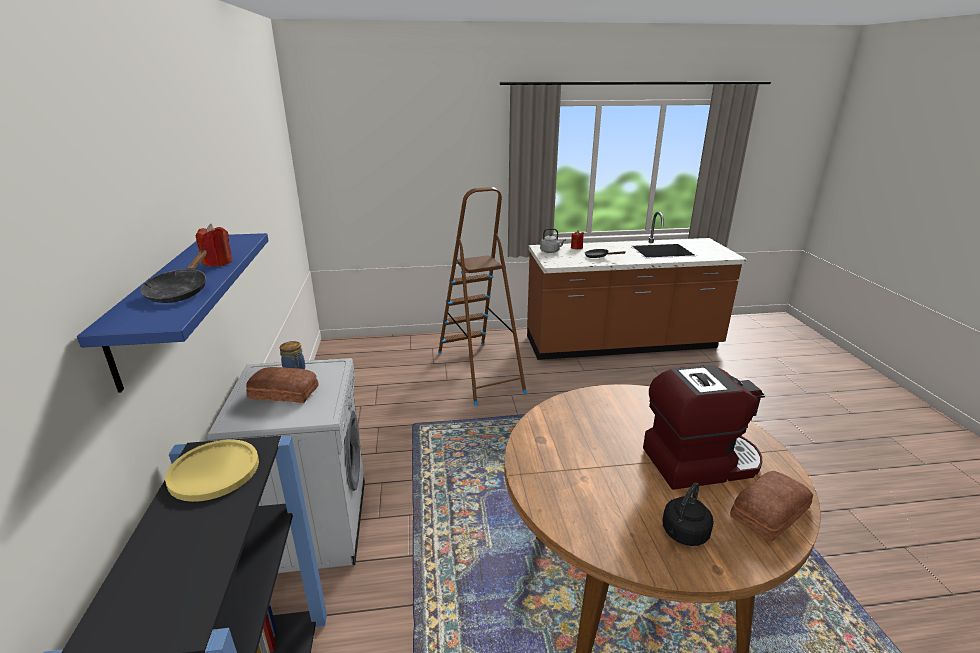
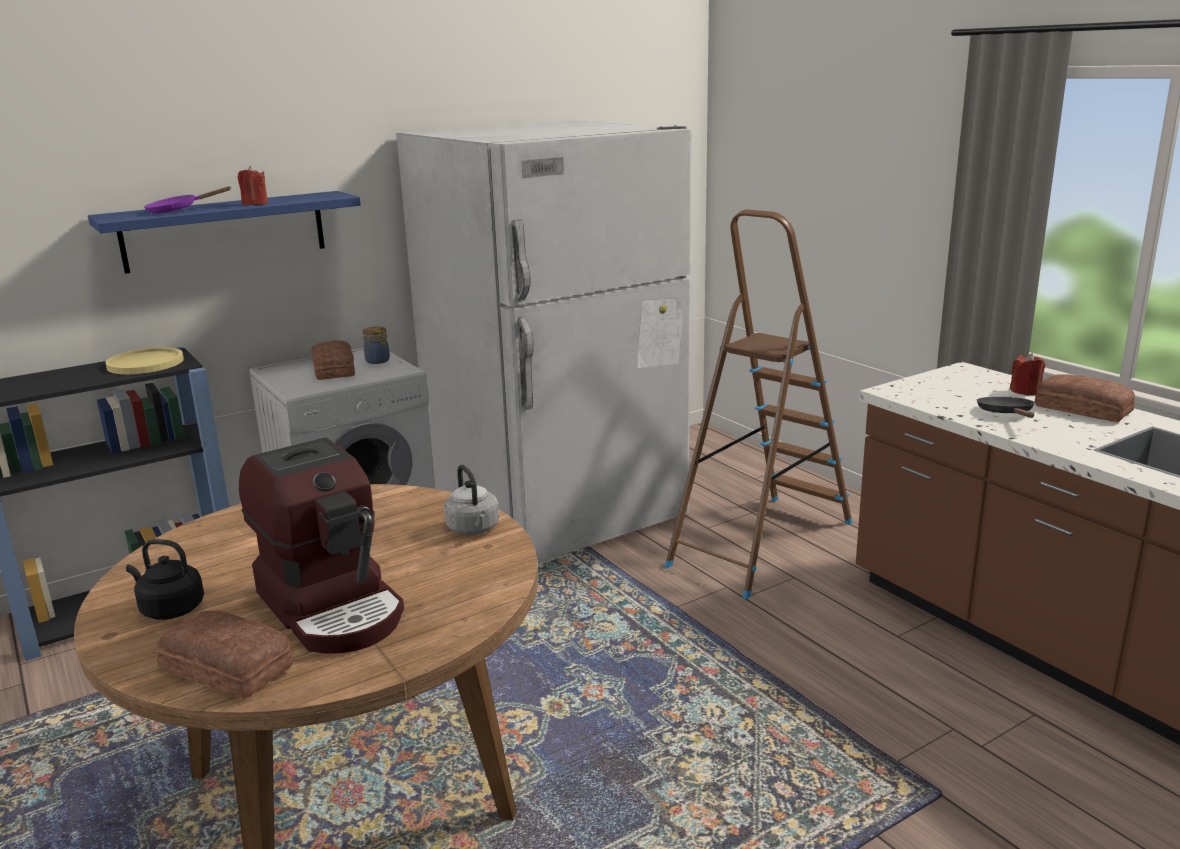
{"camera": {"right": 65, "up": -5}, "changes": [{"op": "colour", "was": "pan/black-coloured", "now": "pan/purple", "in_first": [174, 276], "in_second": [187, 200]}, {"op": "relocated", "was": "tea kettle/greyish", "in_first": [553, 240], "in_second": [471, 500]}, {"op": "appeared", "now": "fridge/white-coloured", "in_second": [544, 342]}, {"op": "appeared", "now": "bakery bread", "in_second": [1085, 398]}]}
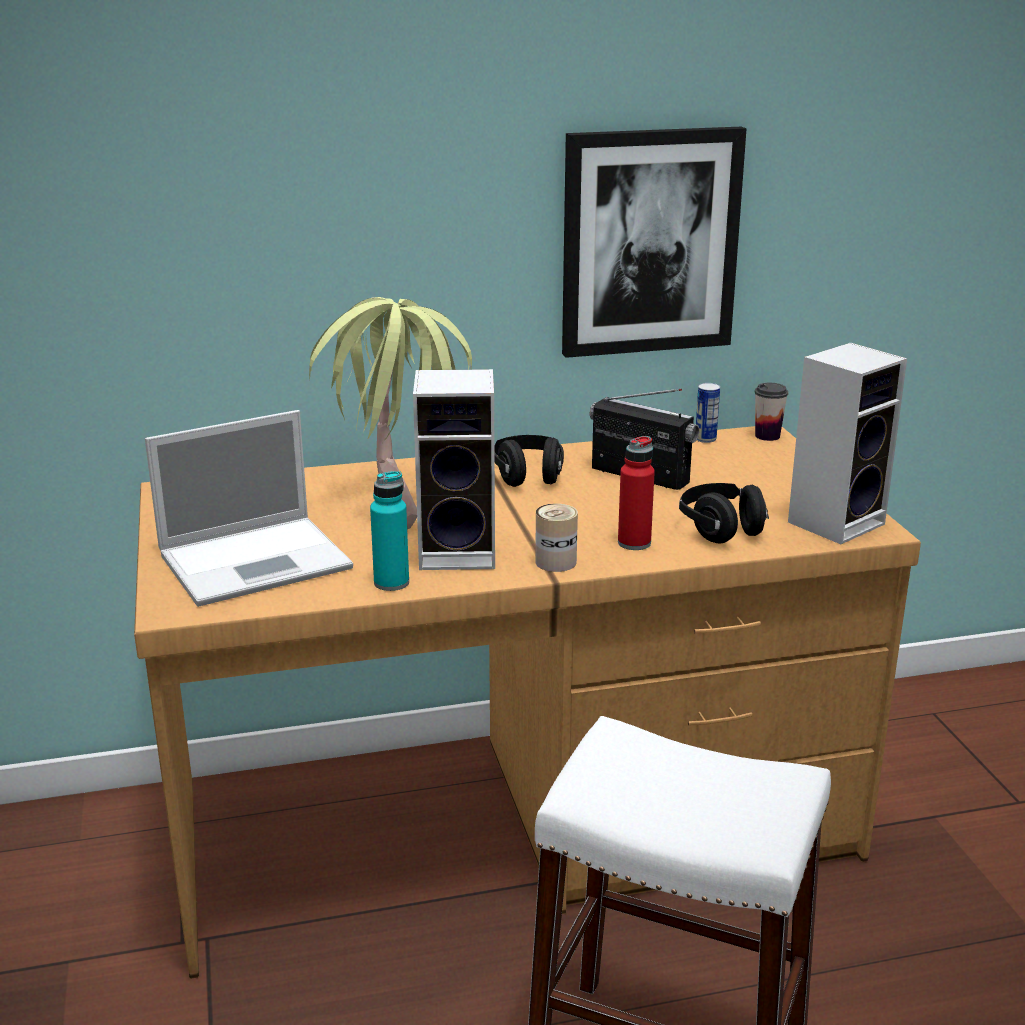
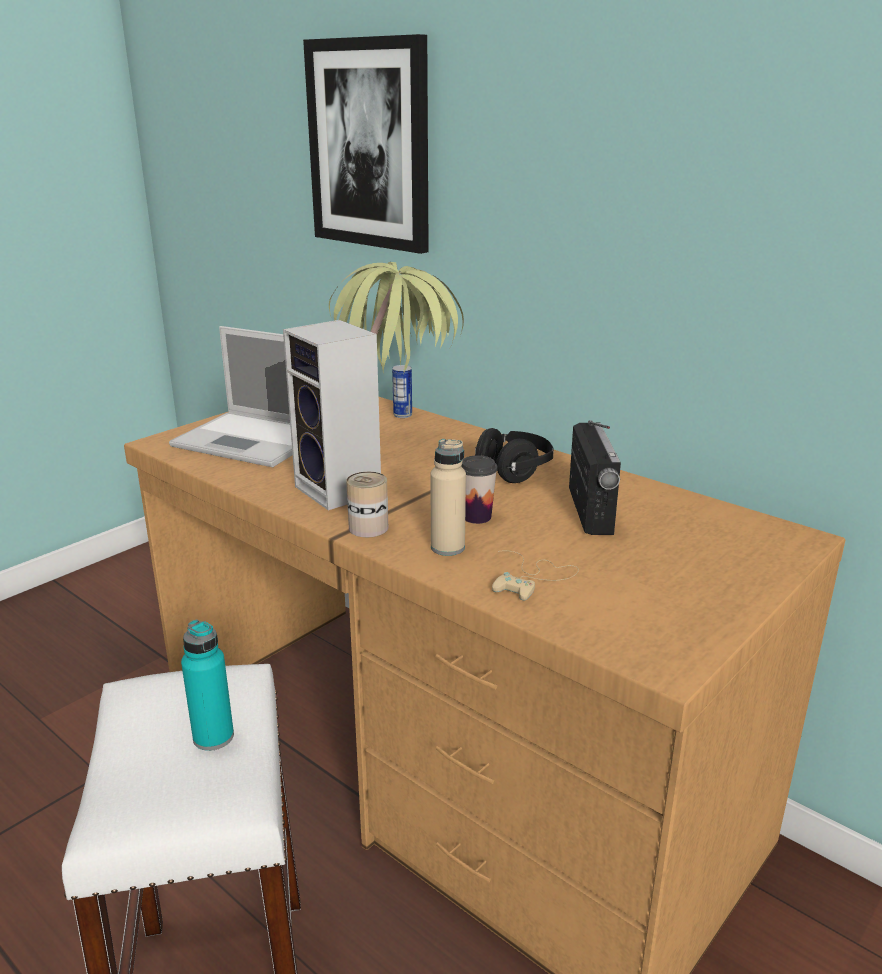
{"camera": {"right": 55, "up": 0}, "changes": [{"op": "relocated", "was": "drink bottle/turquoise", "in_first": [389, 531], "in_second": [207, 685]}, {"op": "relocated", "was": "wall art", "in_first": [654, 242], "in_second": [366, 144]}, {"op": "colour", "was": "drink bottle/reddish", "now": "drink bottle/beige", "in_first": [636, 493], "in_second": [448, 497]}, {"op": "exchanged", "was": "headphones/black-coloured", "now": "game controller/beige", "in_first": [724, 513], "in_second": [535, 575]}, {"op": "relocated", "was": "metal can", "in_first": [708, 413], "in_second": [402, 391]}, {"op": "relocated", "was": "cup", "in_first": [771, 412], "in_second": [479, 489]}, {"op": "missing", "was": "loudspeaker", "in_first": [847, 443]}]}
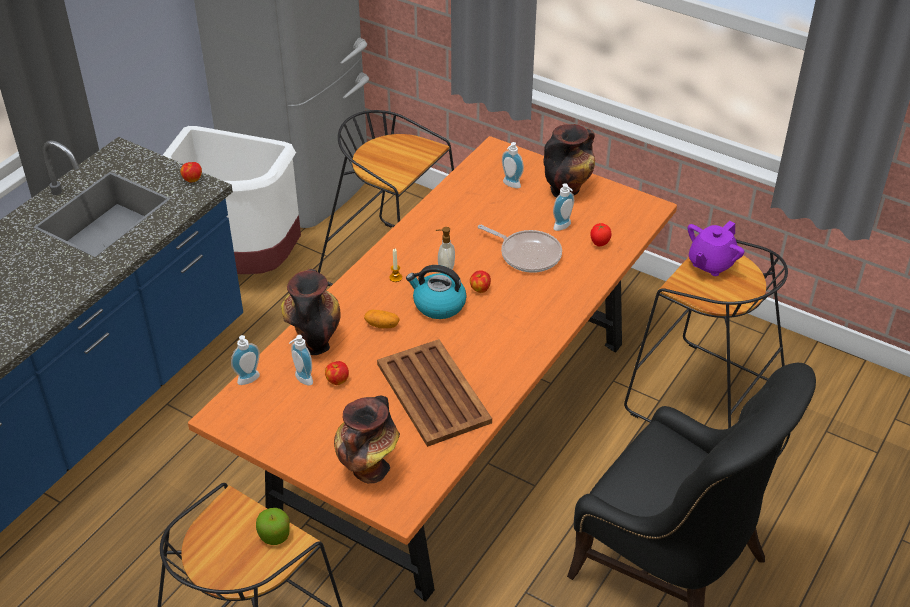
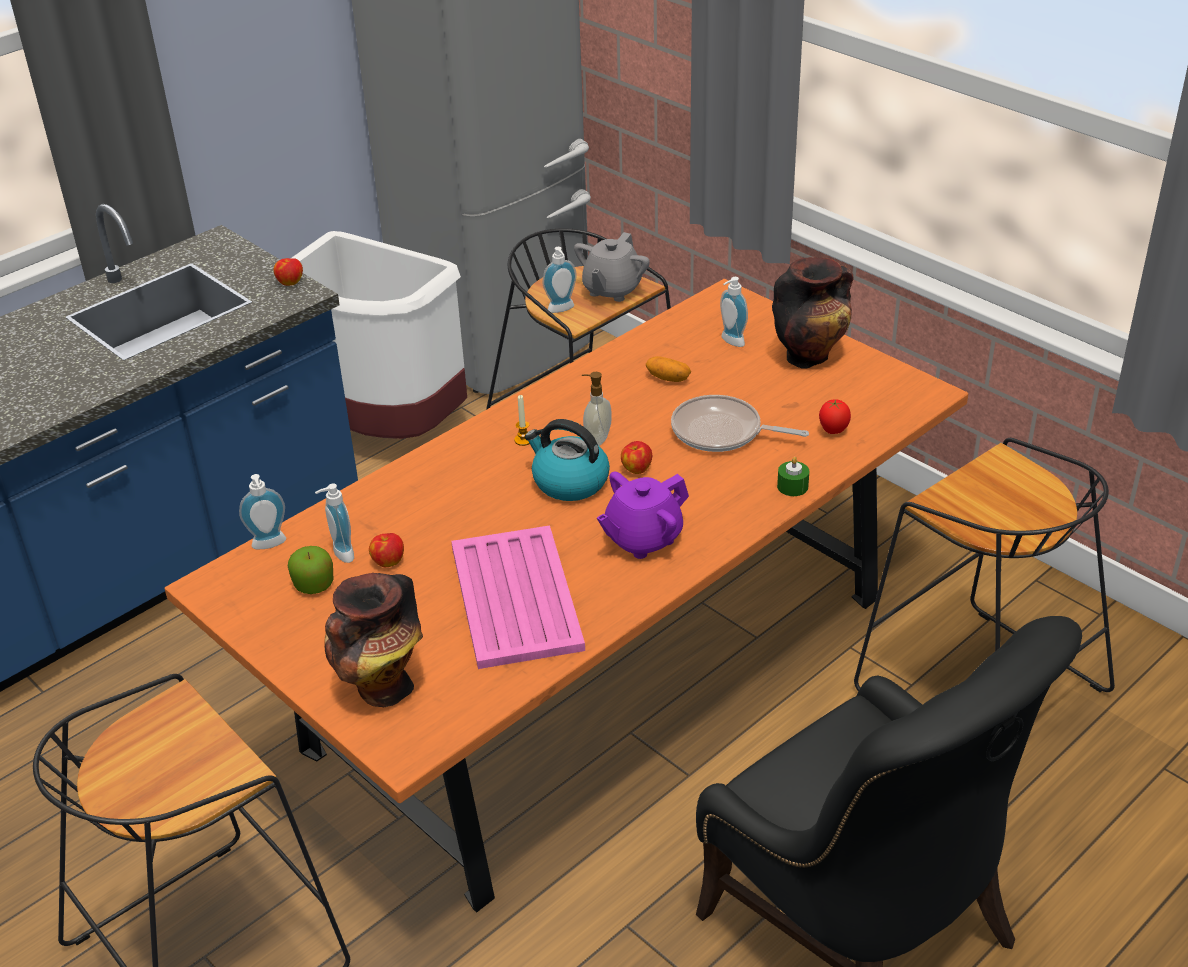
{"camera": {"right": 15, "up": -5}, "changes": [{"op": "relocated", "was": "apple", "in_first": [273, 526], "in_second": [311, 570]}, {"op": "missing", "was": "vase", "in_first": [311, 312]}, {"op": "relocated", "was": "spud", "in_first": [382, 319], "in_second": [668, 369]}, {"op": "colour", "was": "serving tray/brown", "now": "serving tray/pinkish", "in_first": [434, 393], "in_second": [518, 597]}, {"op": "spun", "was": "pan", "in_first": [520, 249], "in_second": [740, 423], "clockwise": 150}, {"op": "relocated", "was": "liquid soap bottle", "in_first": [563, 207], "in_second": [559, 280]}, {"op": "relocated", "was": "pot for tea/purple", "in_first": [716, 248], "in_second": [643, 515]}, {"op": "appeared", "now": "pot for tea/greyish", "in_second": [612, 267]}, {"op": "appeared", "now": "wax light/green-coloured", "in_second": [793, 476]}]}
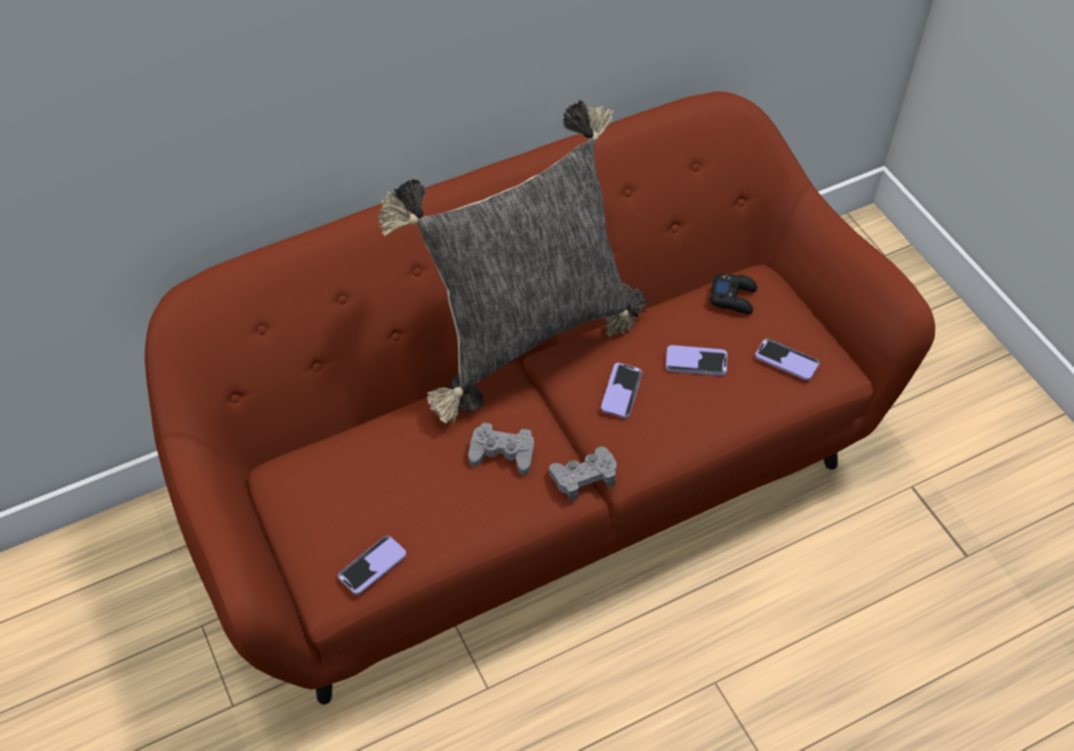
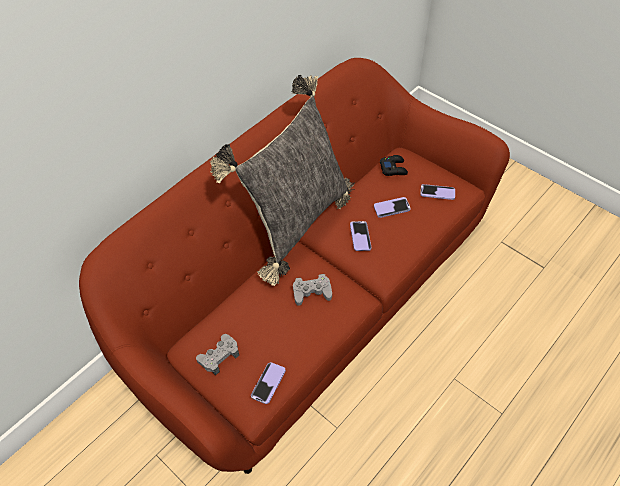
{"camera": {"right": -20, "up": 0}, "changes": [{"op": "relocated", "was": "game controller/greyish", "in_first": [583, 474], "in_second": [217, 354]}]}
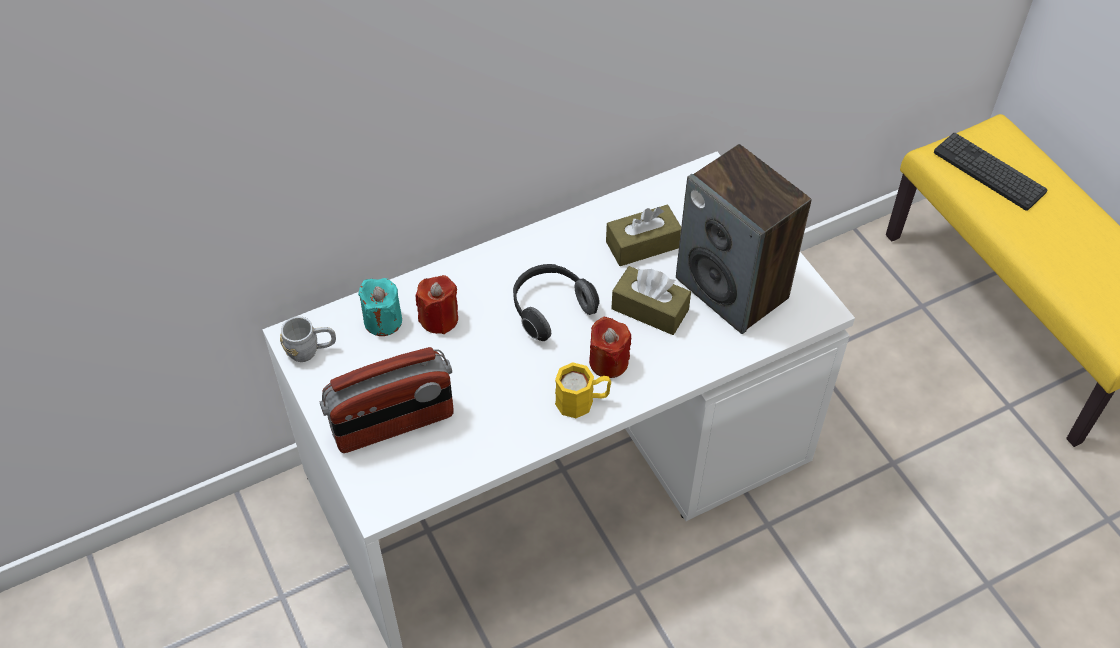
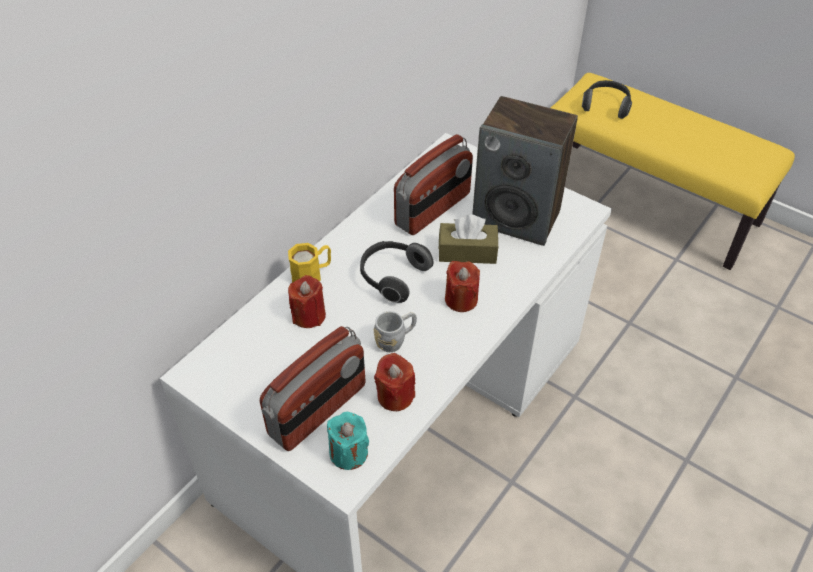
{"camera": {"right": -25, "up": -5}, "changes": [{"op": "relocated", "was": "mug/greyish", "in_first": [308, 339], "in_second": [395, 331]}, {"op": "relocated", "was": "wax light/turquoise", "in_first": [380, 307], "in_second": [348, 441]}, {"op": "relocated", "was": "mug/yellowish", "in_first": [583, 390], "in_second": [309, 262]}, {"op": "exchanged", "was": "box of tissues/brown", "now": "radio", "in_first": [643, 235], "in_second": [433, 184]}, {"op": "exchanged", "was": "keyboard", "now": "headphones", "in_first": [991, 172], "in_second": [607, 99]}, {"op": "appeared", "now": "wax light/reddish", "in_second": [395, 382]}]}
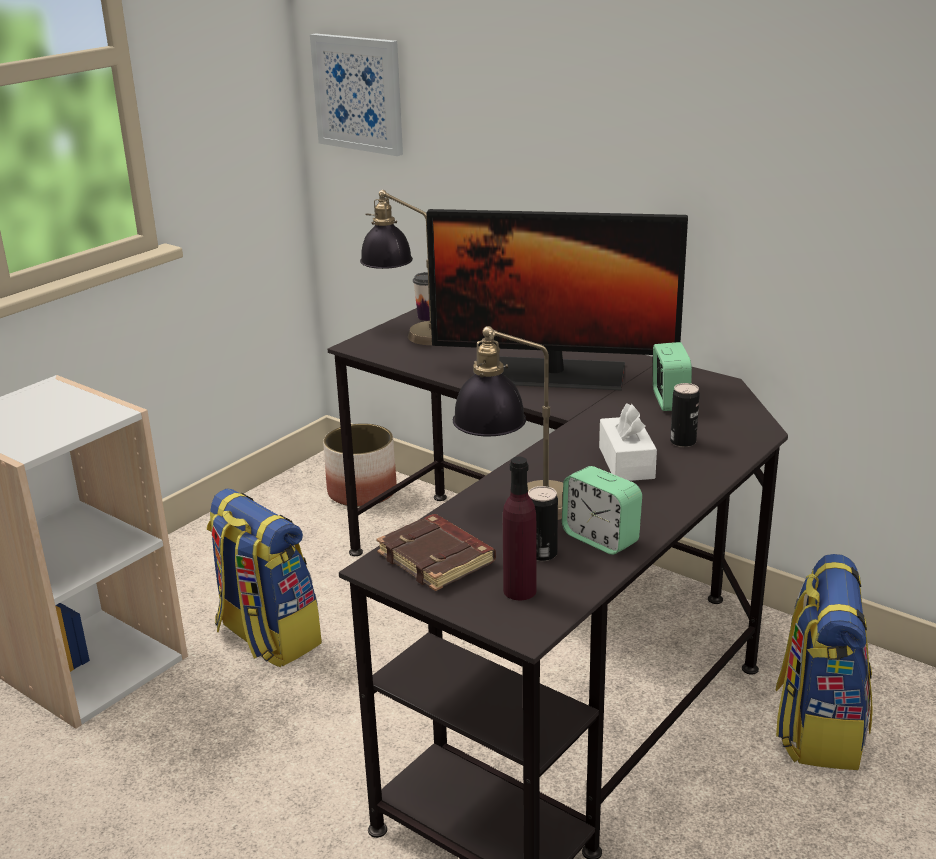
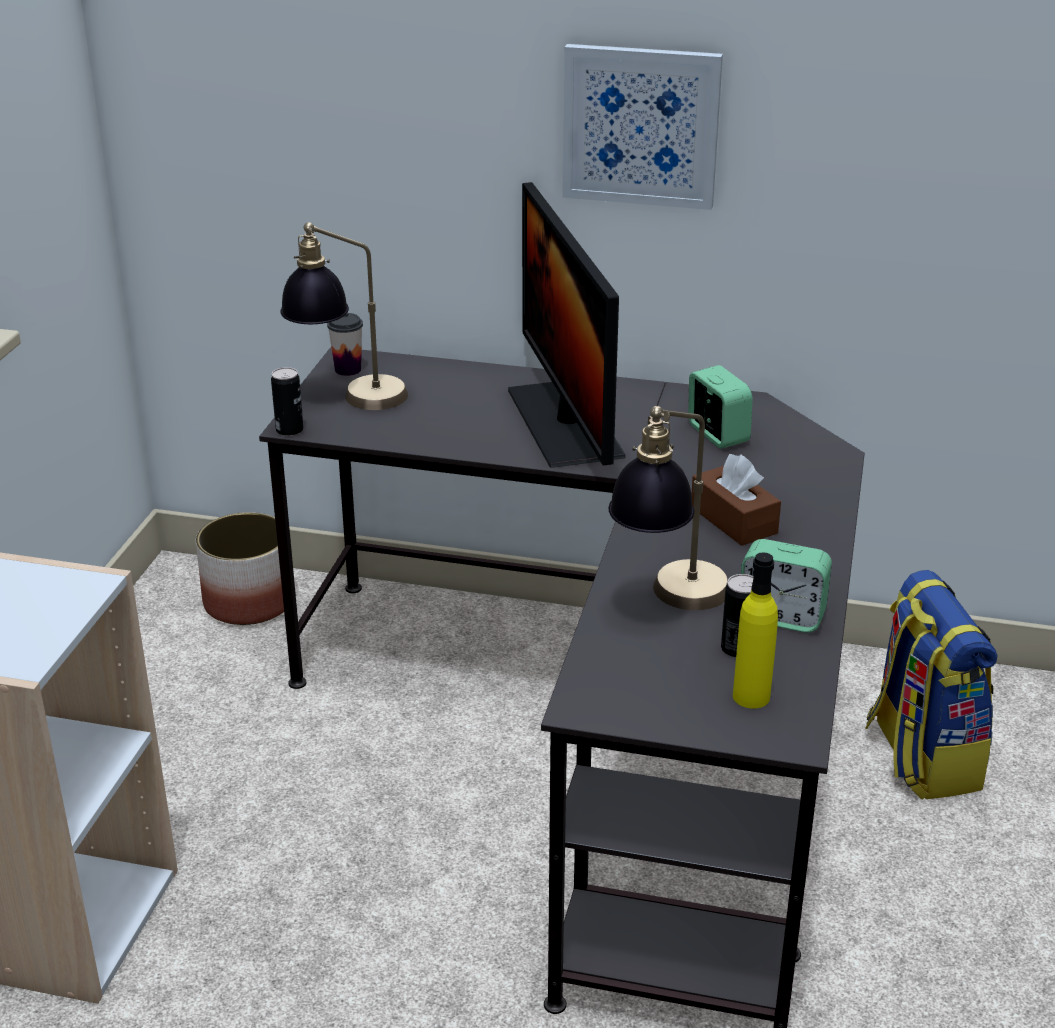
{"camera": {"right": -25, "up": 5}, "changes": [{"op": "missing", "was": "backpack", "in_first": [264, 578]}, {"op": "relocated", "was": "wall art", "in_first": [356, 94], "in_second": [643, 127]}, {"op": "missing", "was": "book/brown", "in_first": [436, 552]}, {"op": "spun", "was": "monitor", "in_first": [557, 299], "in_second": [566, 325], "clockwise": 90}, {"op": "colour", "was": "drink bottle/purple", "now": "drink bottle/yellowish", "in_first": [520, 528], "in_second": [755, 630]}, {"op": "colour", "was": "box of tissues/white-coloured", "now": "box of tissues/brown", "in_first": [628, 442], "in_second": [736, 500]}, {"op": "relocated", "was": "metal can", "in_first": [685, 415], "in_second": [287, 401]}]}
